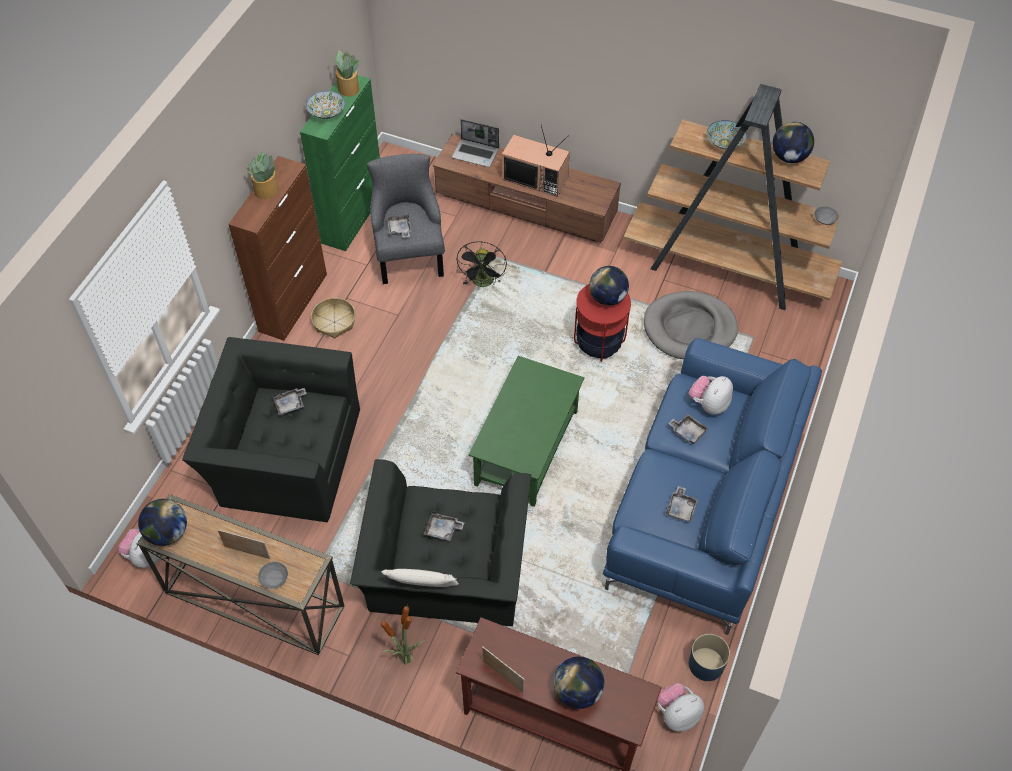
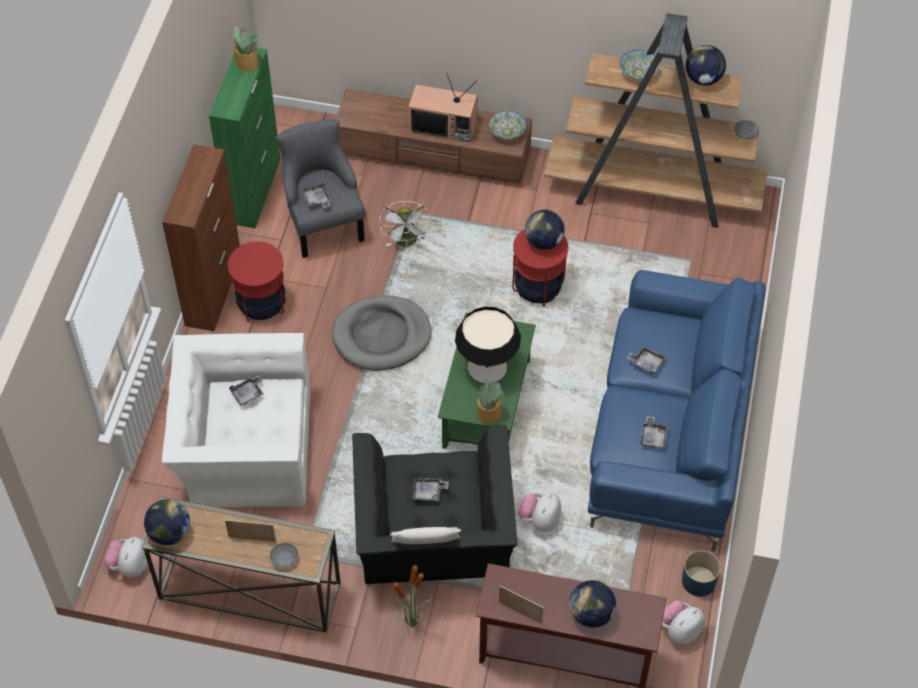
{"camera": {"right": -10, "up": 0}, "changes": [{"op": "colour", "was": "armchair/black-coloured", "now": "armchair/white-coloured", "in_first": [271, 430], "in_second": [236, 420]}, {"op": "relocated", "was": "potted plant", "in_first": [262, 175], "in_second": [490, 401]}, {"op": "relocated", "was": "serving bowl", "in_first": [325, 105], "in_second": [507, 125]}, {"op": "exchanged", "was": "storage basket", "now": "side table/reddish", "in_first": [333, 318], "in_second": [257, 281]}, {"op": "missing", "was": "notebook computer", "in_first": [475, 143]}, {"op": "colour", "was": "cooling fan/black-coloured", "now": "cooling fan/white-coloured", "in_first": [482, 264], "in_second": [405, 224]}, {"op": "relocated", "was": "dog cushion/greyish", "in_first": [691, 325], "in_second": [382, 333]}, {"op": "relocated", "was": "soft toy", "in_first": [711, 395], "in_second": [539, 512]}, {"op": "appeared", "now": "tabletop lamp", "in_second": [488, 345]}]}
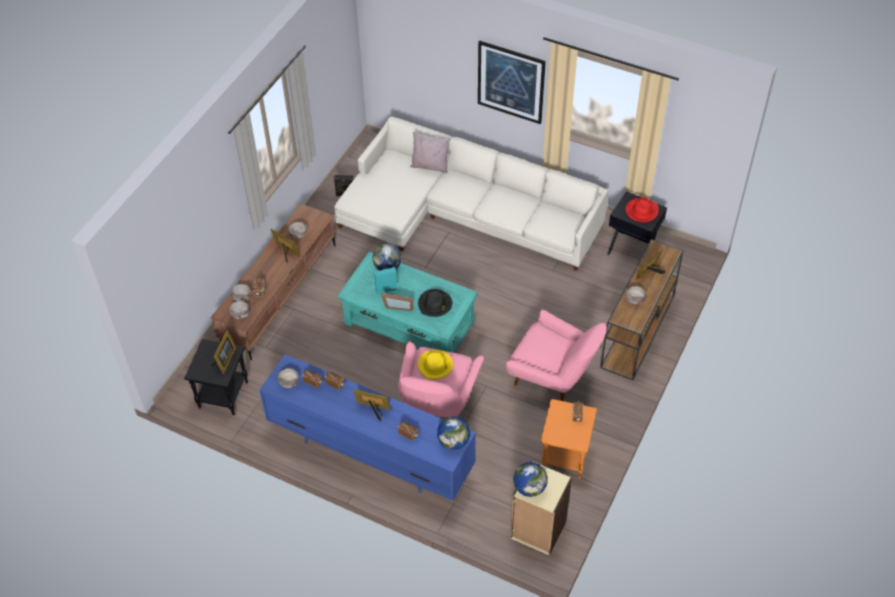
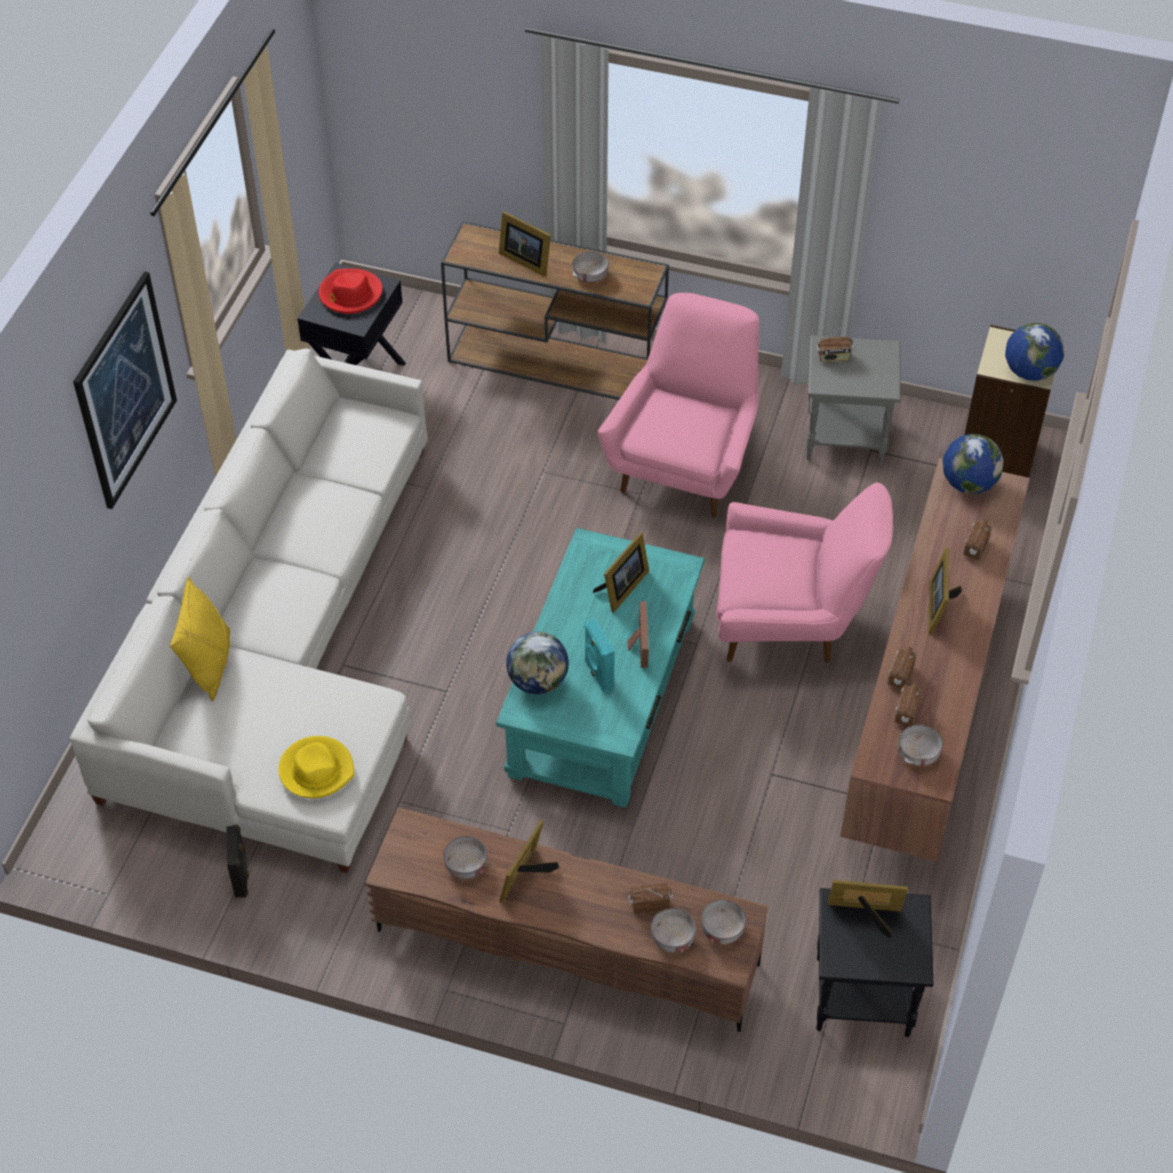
{"camera": {"right": -100, "up": 0}, "changes": [{"op": "colour", "was": "storage cabinet/blue-coloured", "now": "storage cabinet/brown", "in_first": [367, 427], "in_second": [935, 660]}, {"op": "colour", "was": "pillow/purple", "now": "pillow/yellowish", "in_first": [430, 152], "in_second": [200, 639]}, {"op": "exchanged", "was": "wearable hat/black-coloured", "now": "standing frame", "in_first": [435, 303], "in_second": [621, 572]}, {"op": "relocated", "was": "wearable hat/yellowish", "in_first": [435, 365], "in_second": [316, 767]}, {"op": "colour", "was": "side table/orange-coloured", "now": "side table/greyish", "in_first": [568, 438], "in_second": [853, 400]}]}
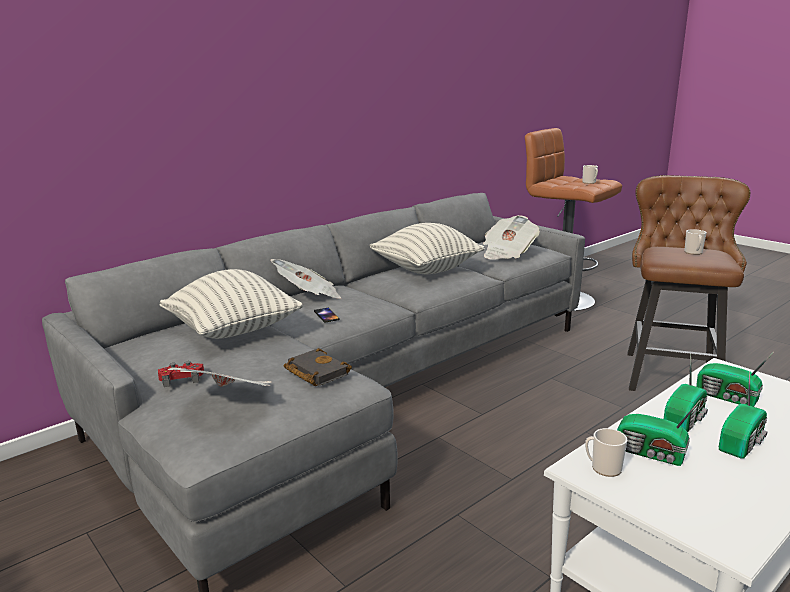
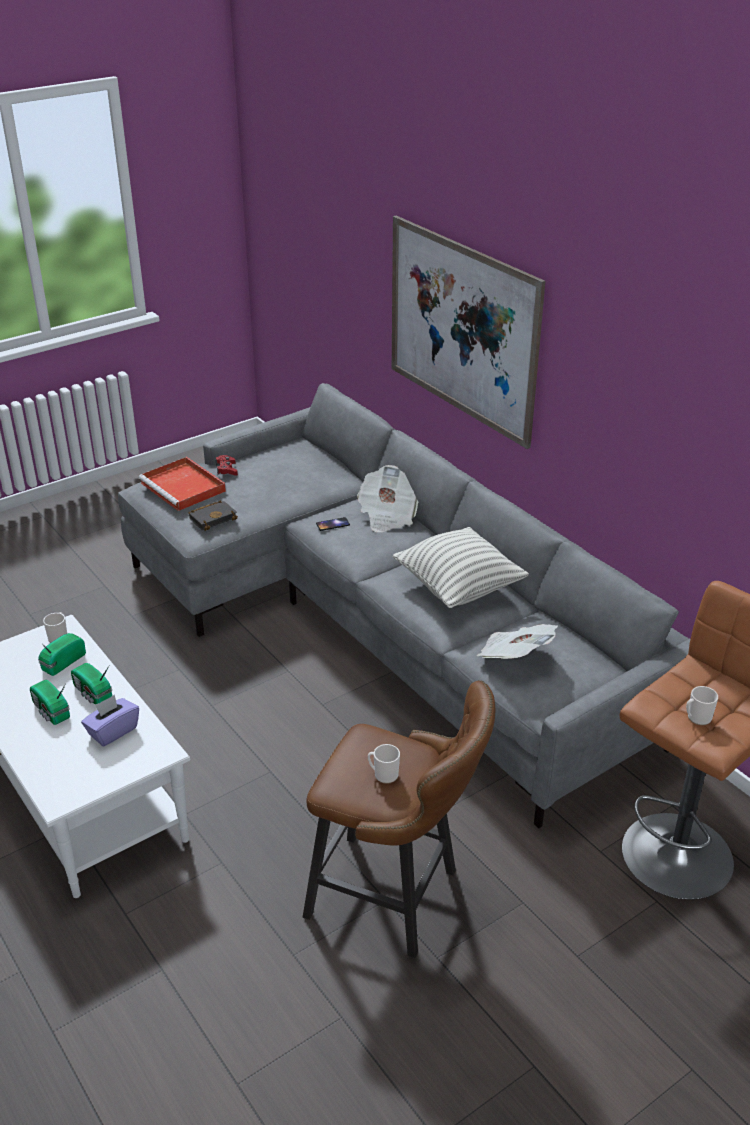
{"camera": {"right": 95, "up": 15}, "changes": [{"op": "missing", "was": "pillow", "in_first": [231, 304]}, {"op": "exchanged", "was": "daily paper", "now": "serving tray/reddish", "in_first": [220, 377], "in_second": [182, 484]}, {"op": "exchanged", "was": "radio", "now": "box of tissues/purple", "in_first": [735, 379], "in_second": [110, 721]}, {"op": "appeared", "now": "wall art", "in_second": [468, 332]}]}
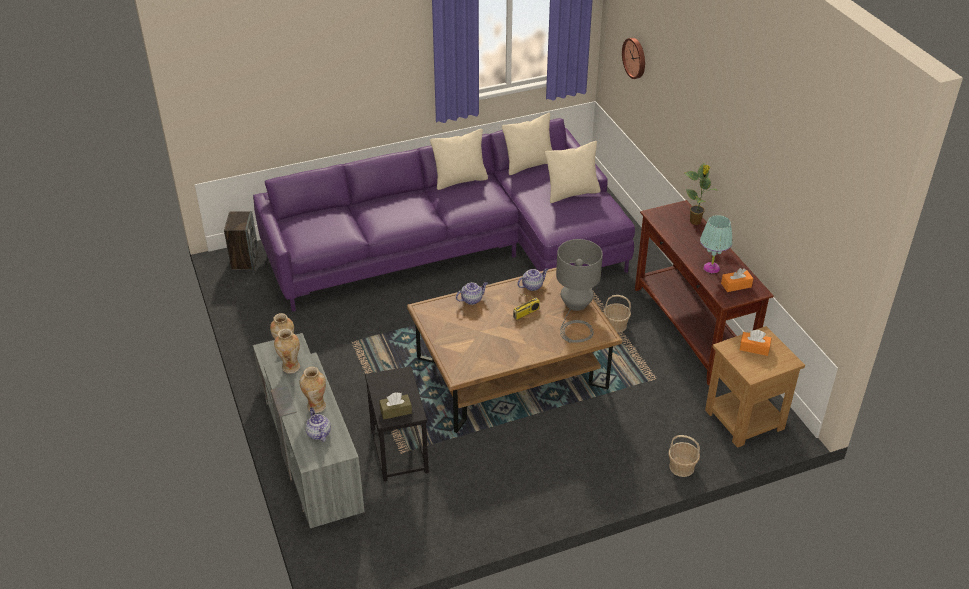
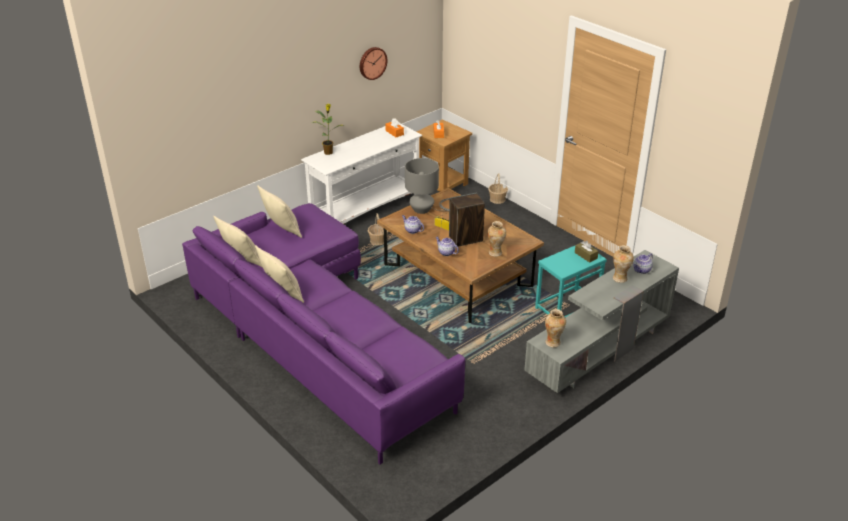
{"camera": {"right": -110, "up": -5}, "changes": [{"op": "relocated", "was": "loudspeaker", "in_first": [241, 240], "in_second": [467, 220]}, {"op": "relocated", "was": "vase", "in_first": [287, 351], "in_second": [496, 239]}, {"op": "colour", "was": "side table/black-coloured", "now": "side table/turquoise", "in_first": [397, 423], "in_second": [571, 281]}, {"op": "relocated", "was": "hanging clock", "in_first": [633, 58], "in_second": [373, 63]}, {"op": "colour", "was": "hall table/brown", "now": "hall table/white-coloured", "in_first": [704, 292], "in_second": [361, 173]}, {"op": "missing", "was": "tabletop lamp/turquoise", "in_first": [716, 244]}]}
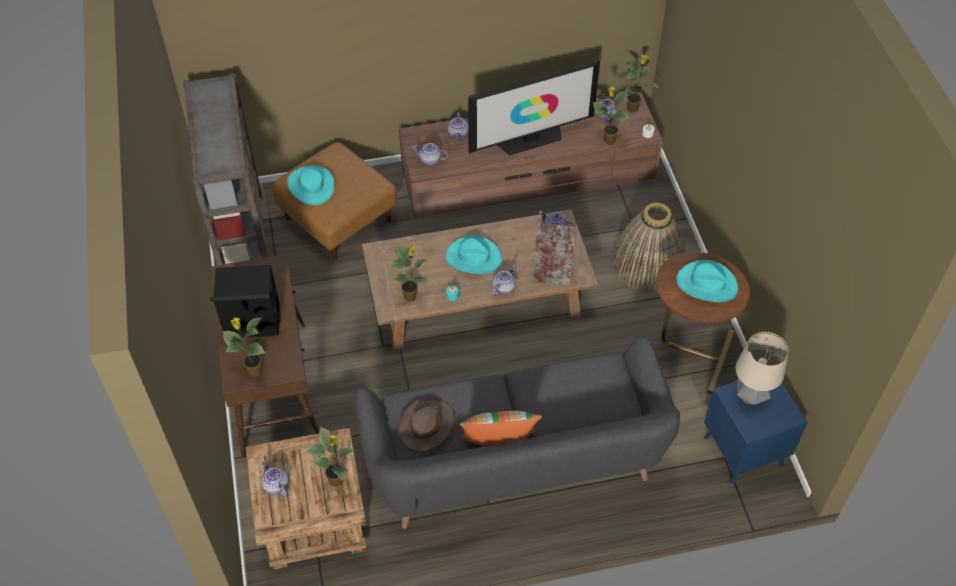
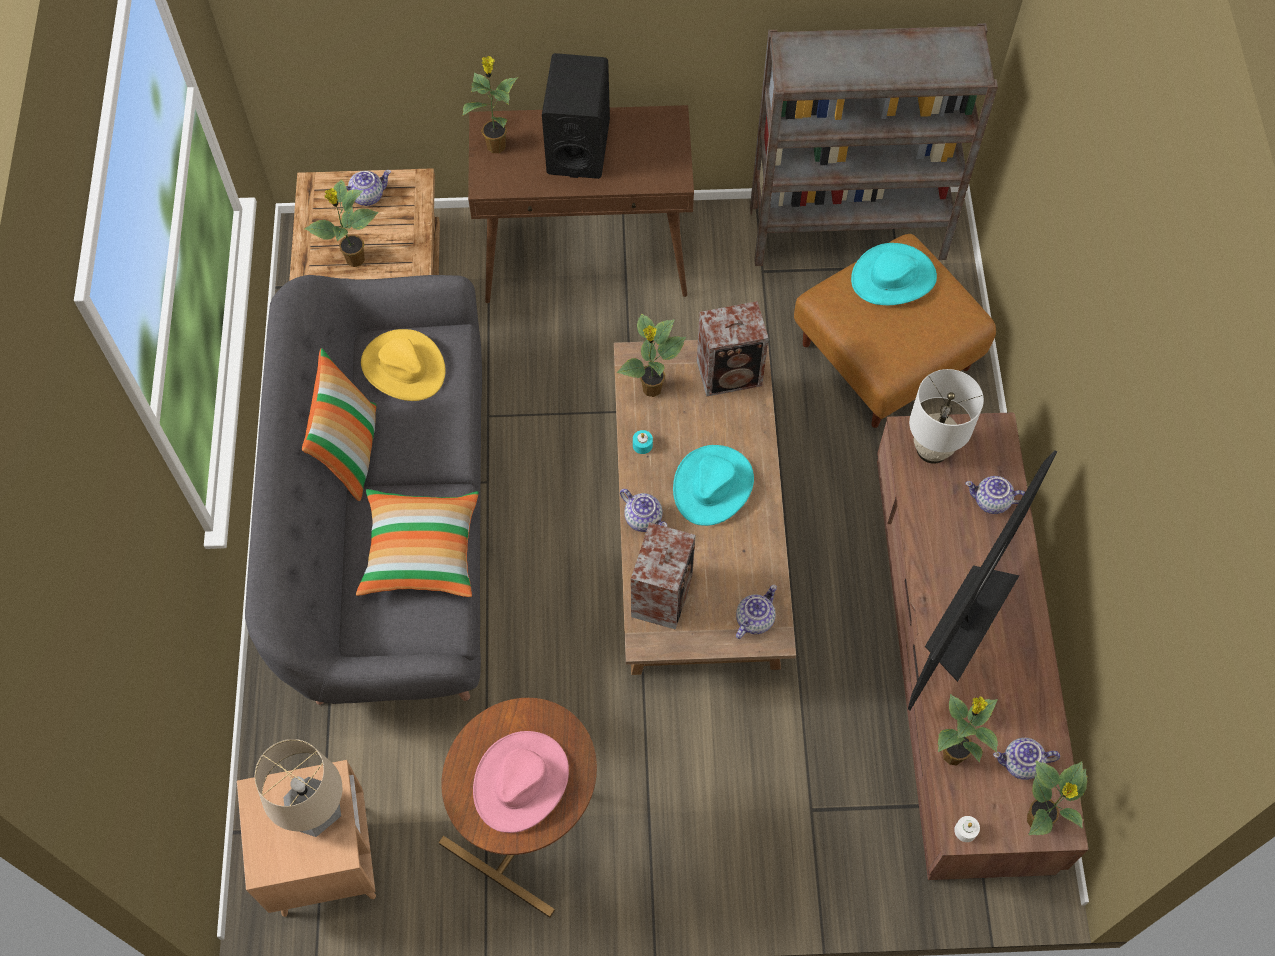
{"camera": {"right": 100, "up": 10}, "changes": [{"op": "colour", "was": "wearable hat/brown", "now": "wearable hat/yellowish", "in_first": [427, 425], "in_second": [403, 365]}, {"op": "exchanged", "was": "pot for tea", "now": "tabletop lamp/white-coloured", "in_first": [430, 154], "in_second": [946, 416]}, {"op": "spun", "was": "TV set", "in_first": [534, 107], "in_second": [983, 580], "clockwise": 45}, {"op": "missing", "was": "storage basket", "in_first": [648, 248]}, {"op": "colour", "was": "wearable hat/turquoise", "now": "wearable hat/pinkish", "in_first": [707, 281], "in_second": [521, 782]}, {"op": "colour", "was": "side table/blue-coloured", "now": "side table/brown", "in_first": [756, 433], "in_second": [306, 838]}, {"op": "appeared", "now": "pillow", "in_second": [417, 543]}, {"op": "appeared", "now": "loudspeaker", "in_second": [733, 349]}]}
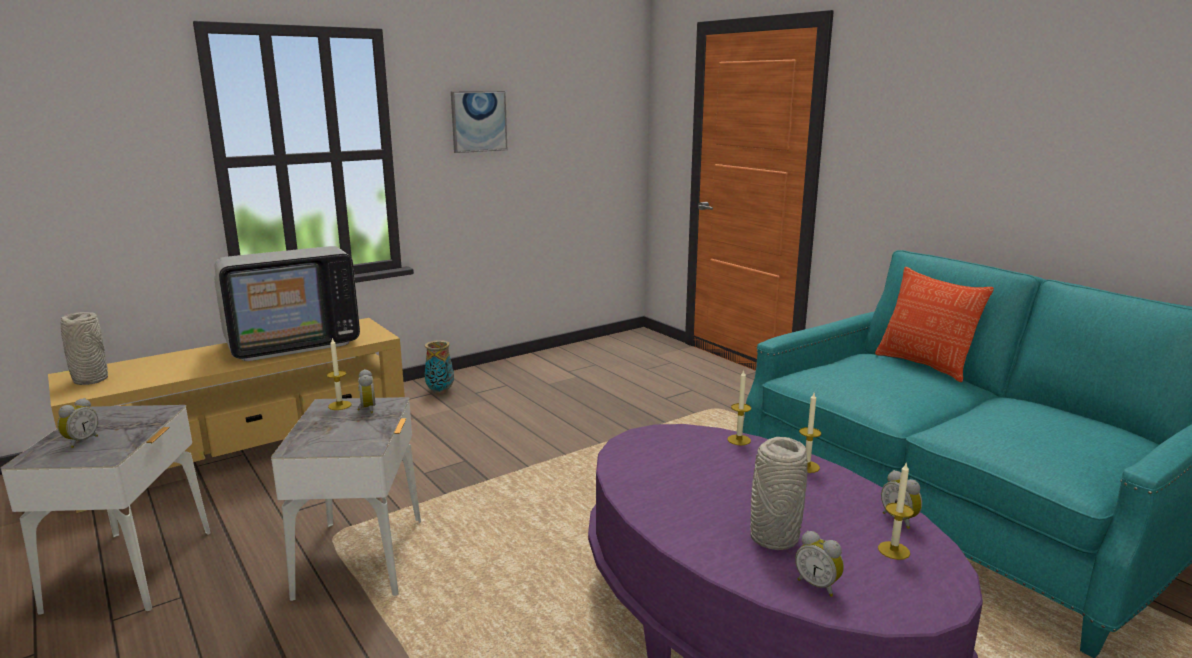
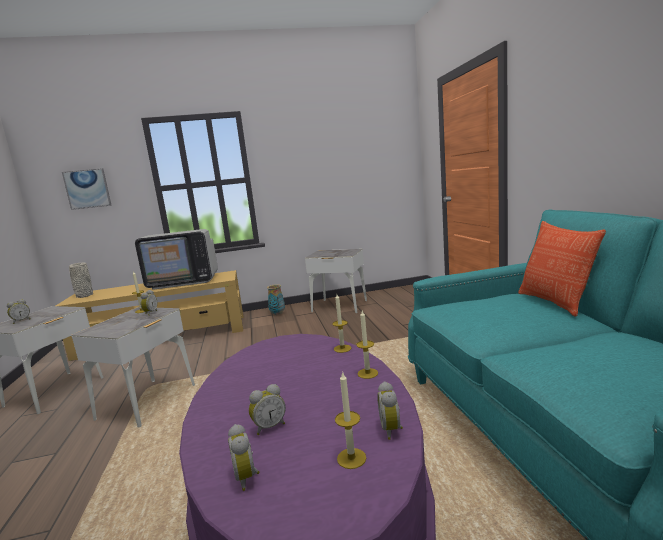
{"camera": {"right": 25, "up": -5}, "changes": [{"op": "relocated", "was": "wall art", "in_first": [479, 122], "in_second": [87, 189]}, {"op": "exchanged", "was": "vase/greyish", "now": "bedside clock", "in_first": [779, 493], "in_second": [267, 409]}, {"op": "appeared", "now": "side table", "in_second": [336, 281]}]}
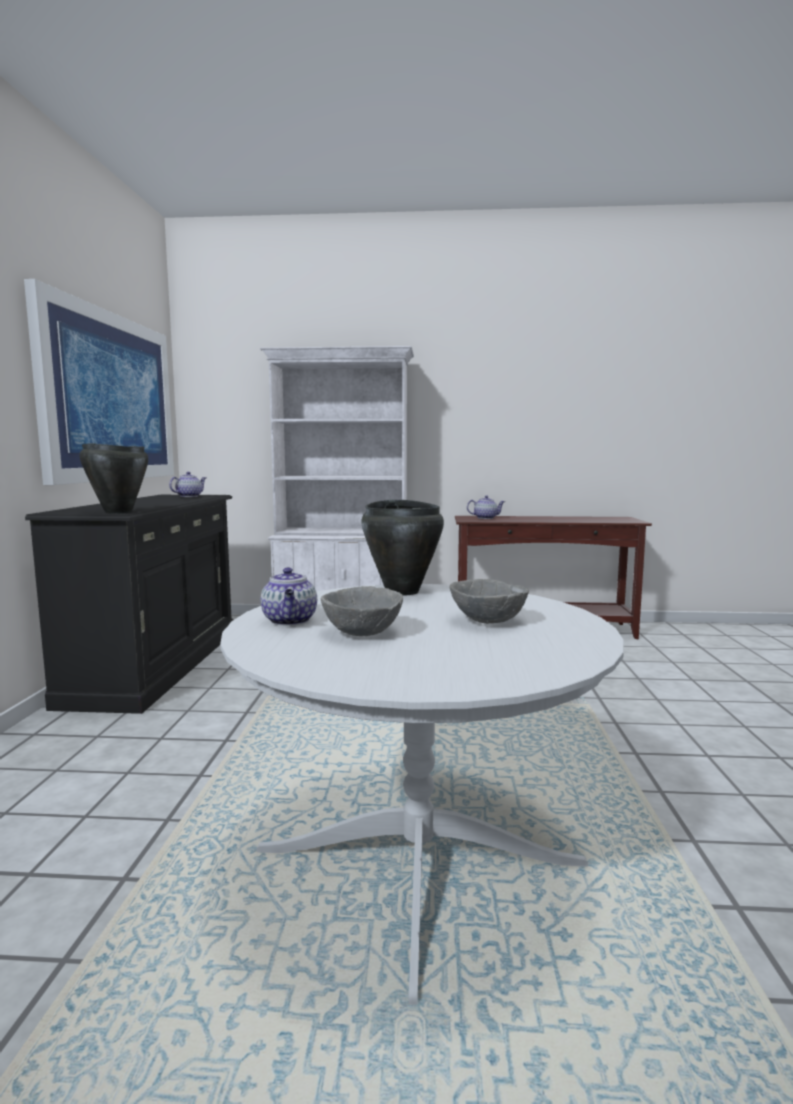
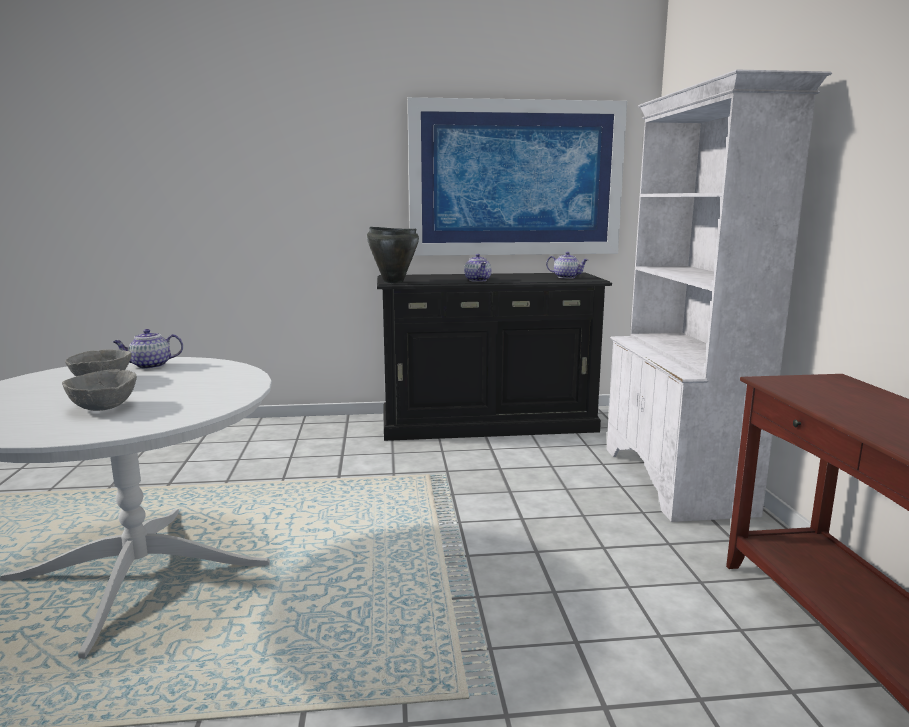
{"camera": {"right": 80, "up": 5}, "changes": [{"op": "missing", "was": "saucepot/black-coloured", "in_first": [403, 547]}, {"op": "relocated", "was": "pot for tea", "in_first": [486, 507], "in_second": [477, 268]}]}
